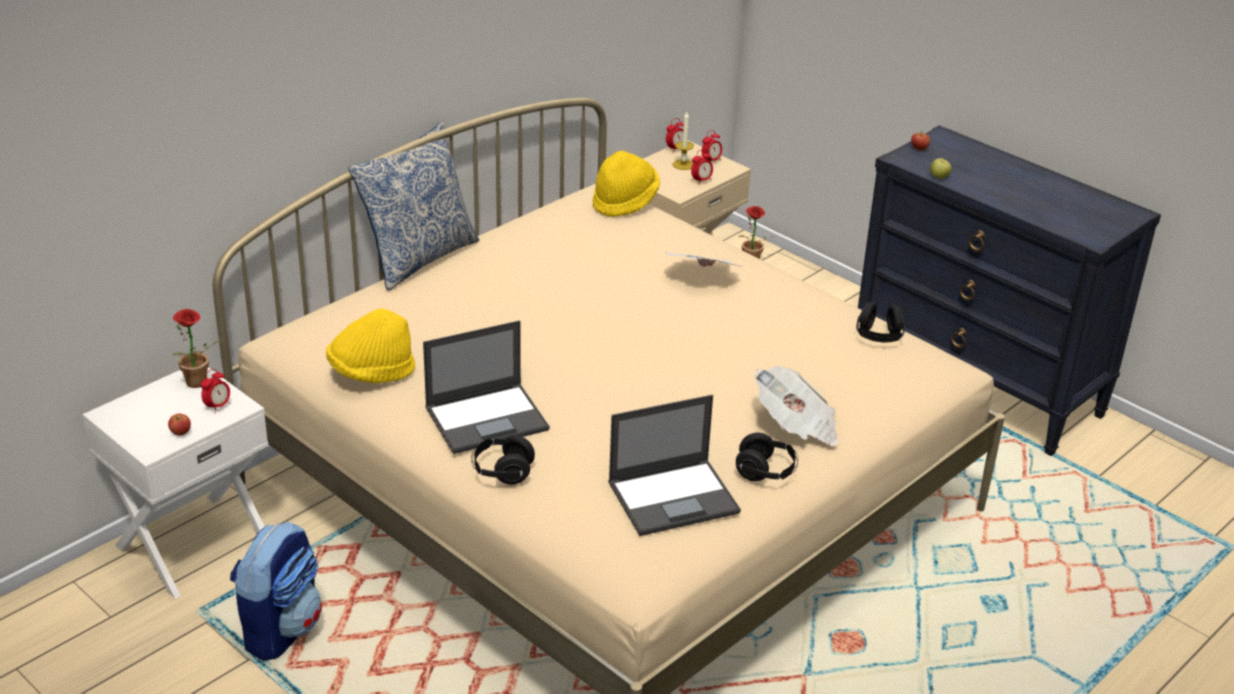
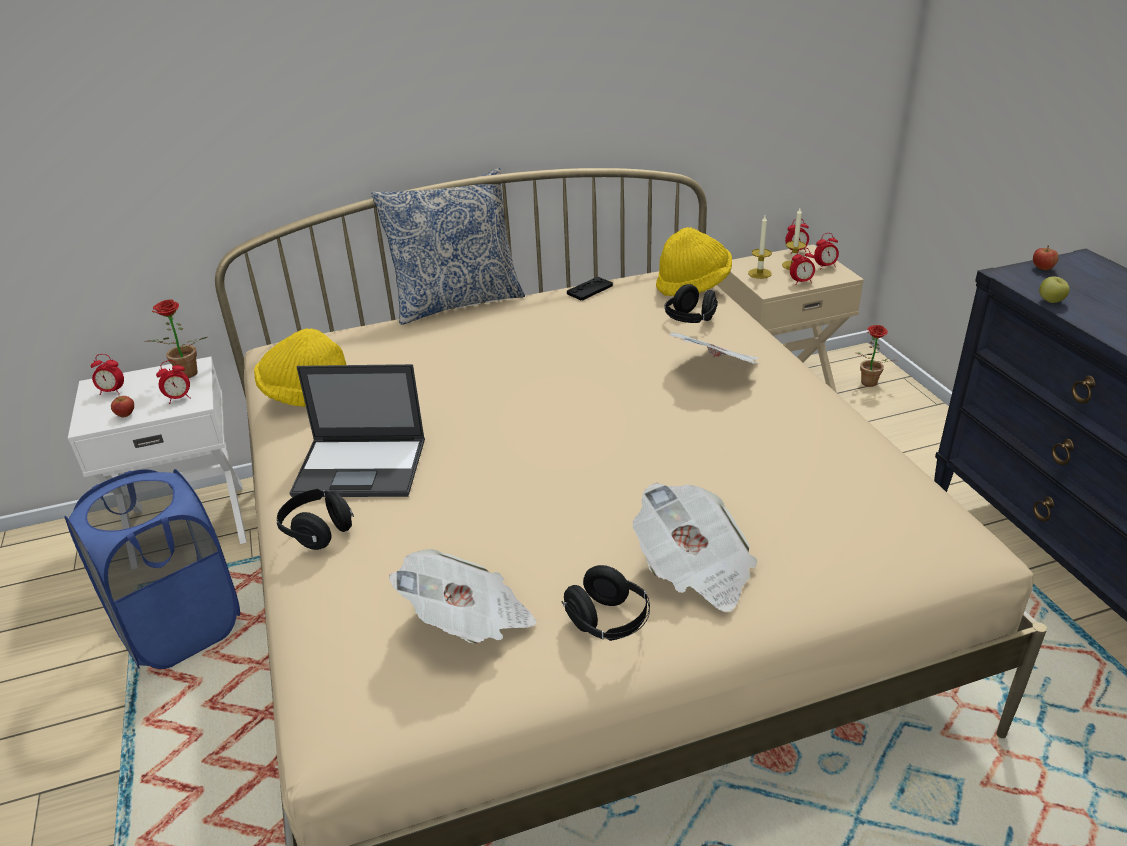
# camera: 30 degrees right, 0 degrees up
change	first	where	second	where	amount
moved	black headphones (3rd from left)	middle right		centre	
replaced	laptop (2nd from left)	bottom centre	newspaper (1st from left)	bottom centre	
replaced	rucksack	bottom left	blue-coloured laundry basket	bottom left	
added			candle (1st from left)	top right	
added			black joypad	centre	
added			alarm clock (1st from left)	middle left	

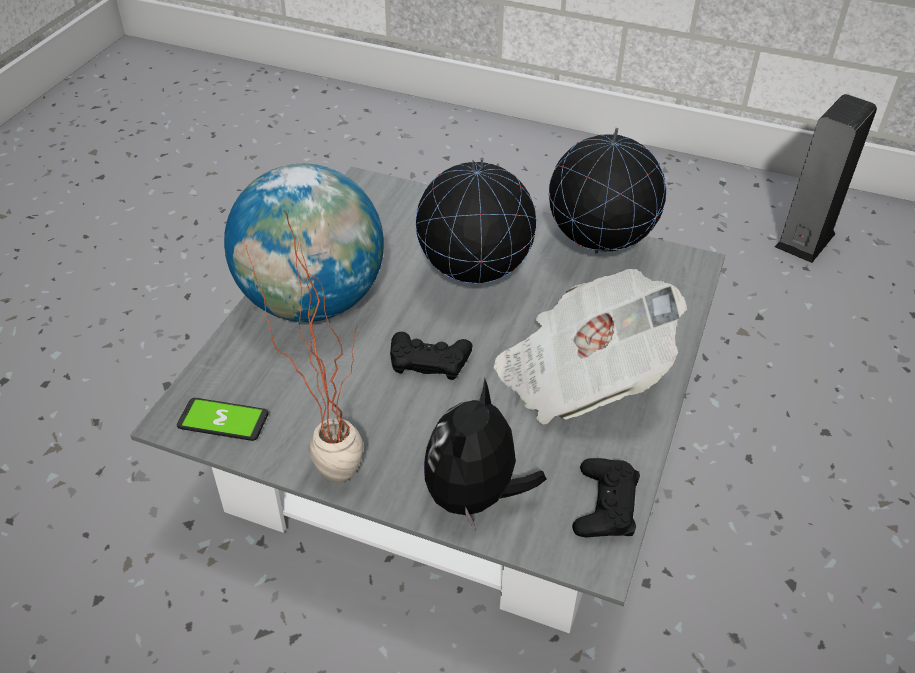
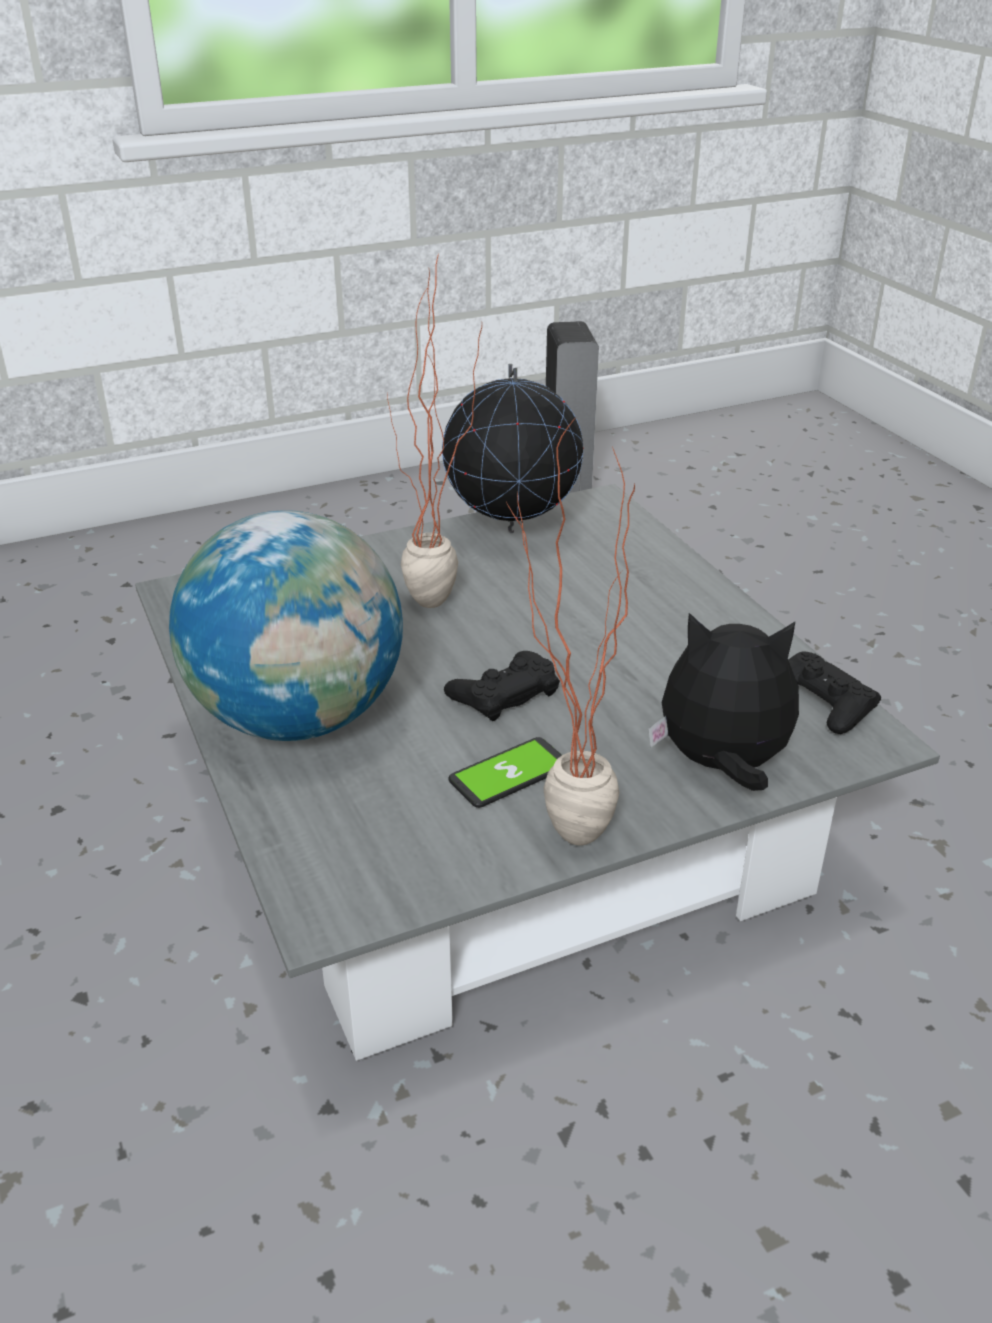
# camera: 45 degrees left, 10 degrees down
change	first	where	second	where	amount
replaced	desk globe (2nd from left)	top centre	houseplant (1st from left)	top centre	
removed	newspaper	centre			
turned	cuddly toy	bottom centre		middle right	120 degrees clockwise
moved	handset	middle left		centre	

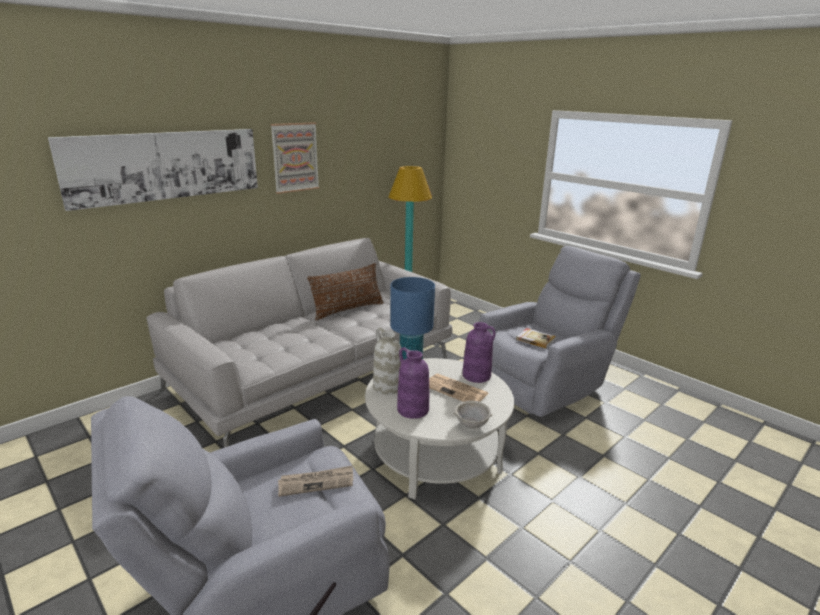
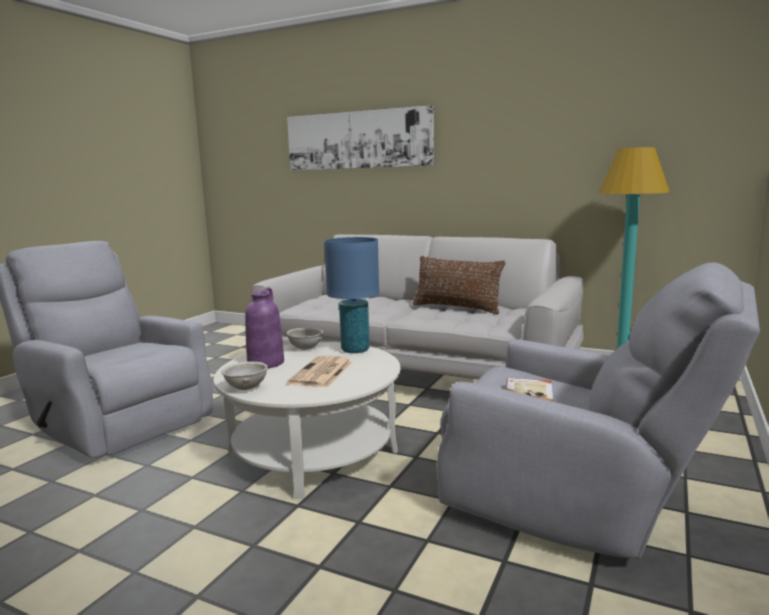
# camera: 70 degrees right, 10 degrees down
change	first	where	second	where	amount
removed	wall picture (2nd from left)	top centre			
removed	purplish vase (2nd from left)	centre			
replaced	white-coloured vase	centre	grey bowl (2nd from left)	centre	
removed	newspaper (1st from left)	bottom centre			

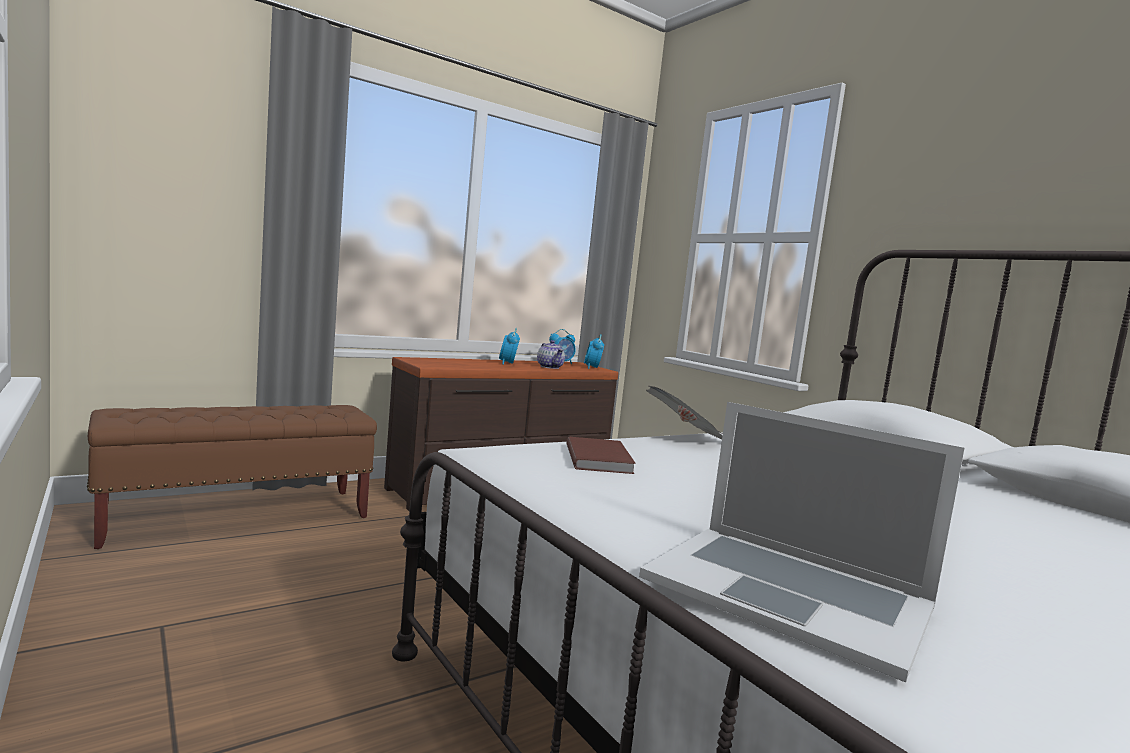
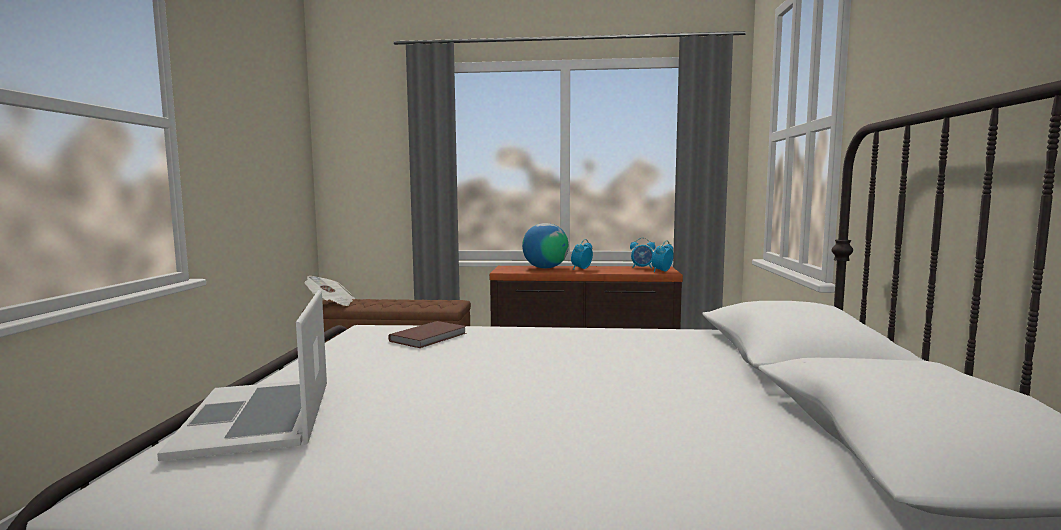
# camera: 40 degrees right, 0 degrees up
change	first	where	second	where	amount
removed	tea pot	centre			
moved	newspaper	centre		middle left	
added			desk globe	centre	

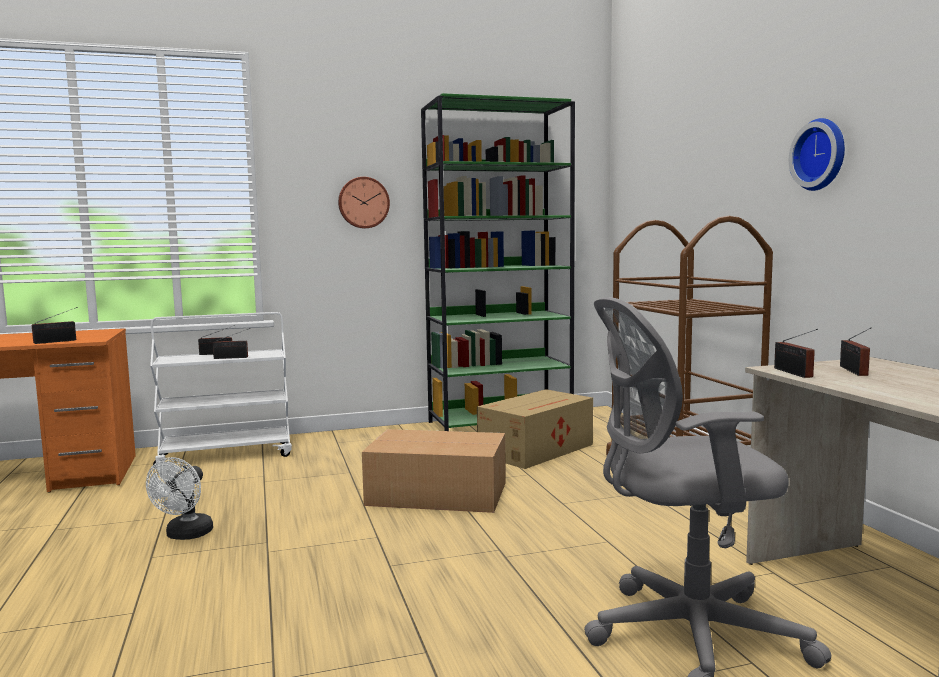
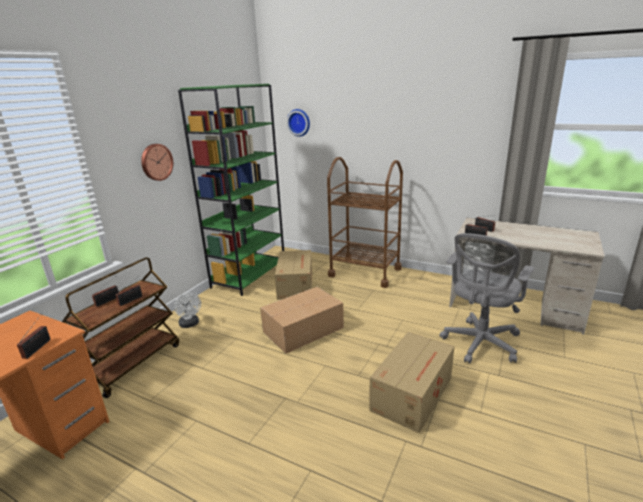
# camera: 45 degrees left, 15 degrees up
change	first	where	second	where	amount
moved	clock on the wall (2nd from left)	top right		top centre	
recoloured	white-coloured wheeled cart	middle left	brownish wheeled cart (1st from left)	middle left	
moved	white-coloured cooling fan	bottom left		middle left	
added			packing box (3rd from left)	bottom centre	

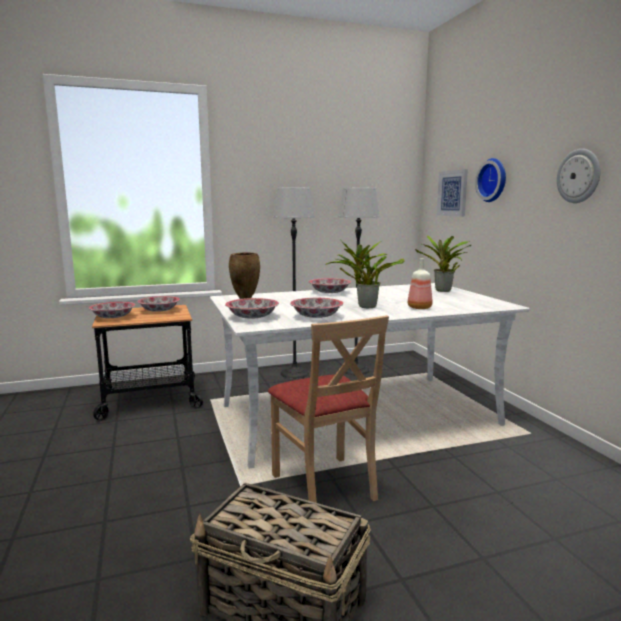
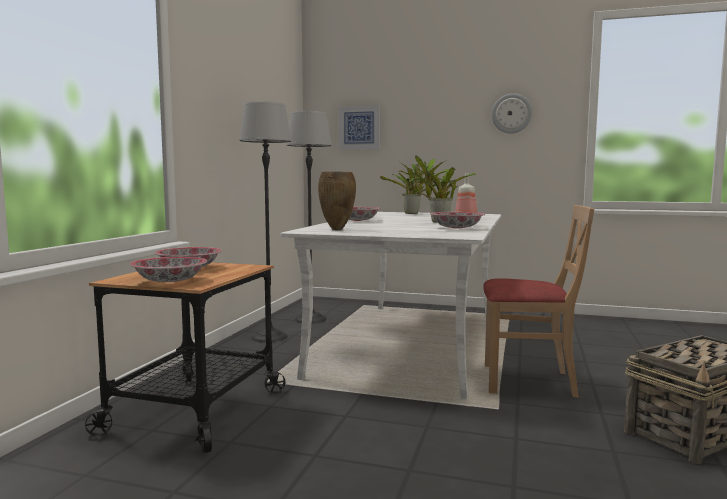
# camera: 55 degrees left, 5 degrees down
change	first	where	second	where	amount
removed	clock on the wall (1st from left)	top right			
removed	bowl (3rd from left)	centre			

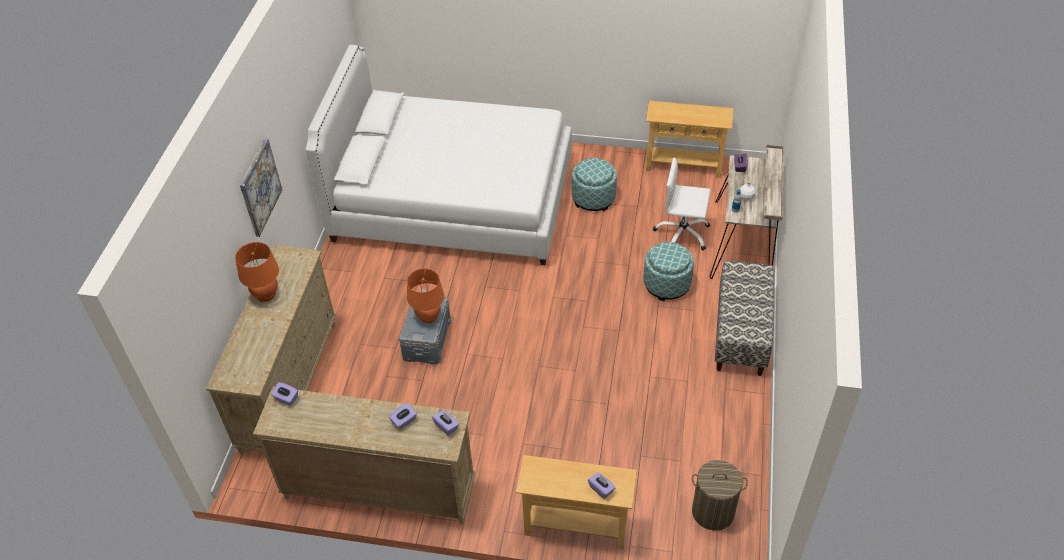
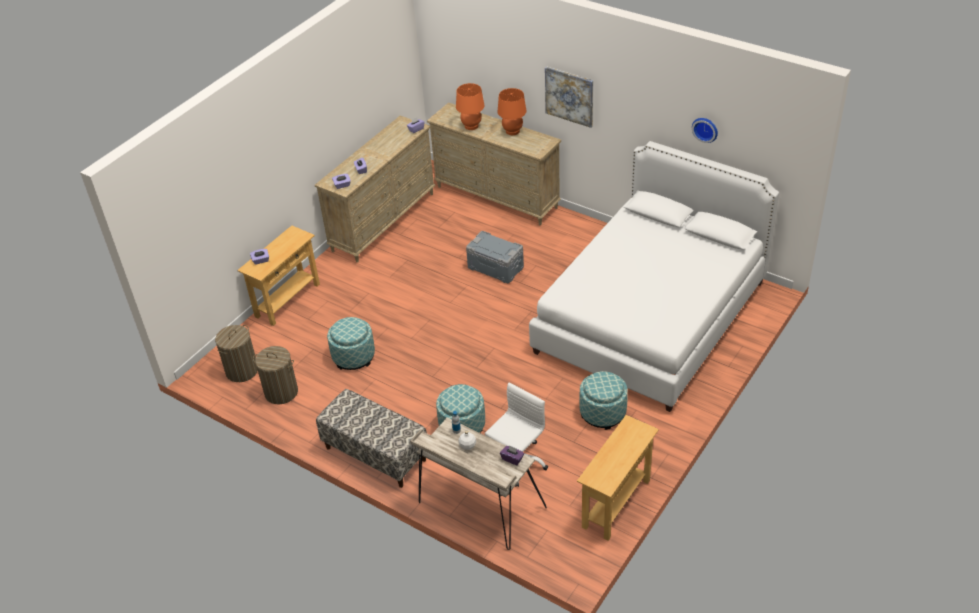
# camera: 115 degrees right, 5 degrees down
change	first	where	second	where	amount
moved	orangey tabletop lamp (2nd from left in the first image)	centre	orangey tabletop lamp (1st from left)	top centre	
added			clock on the wall	top right	
added			pouffe (1st from left)	centre	
added			laundry basket (2nd from left)	middle left	

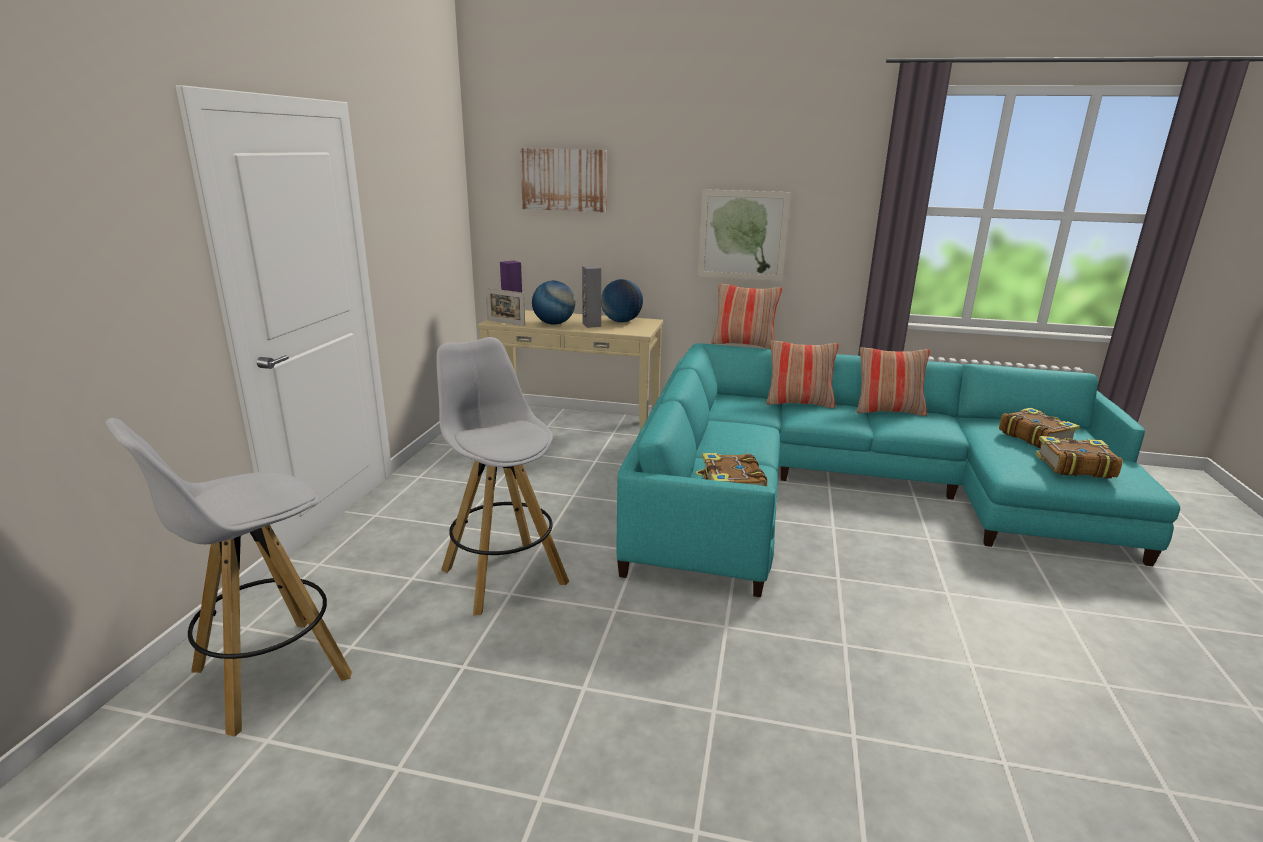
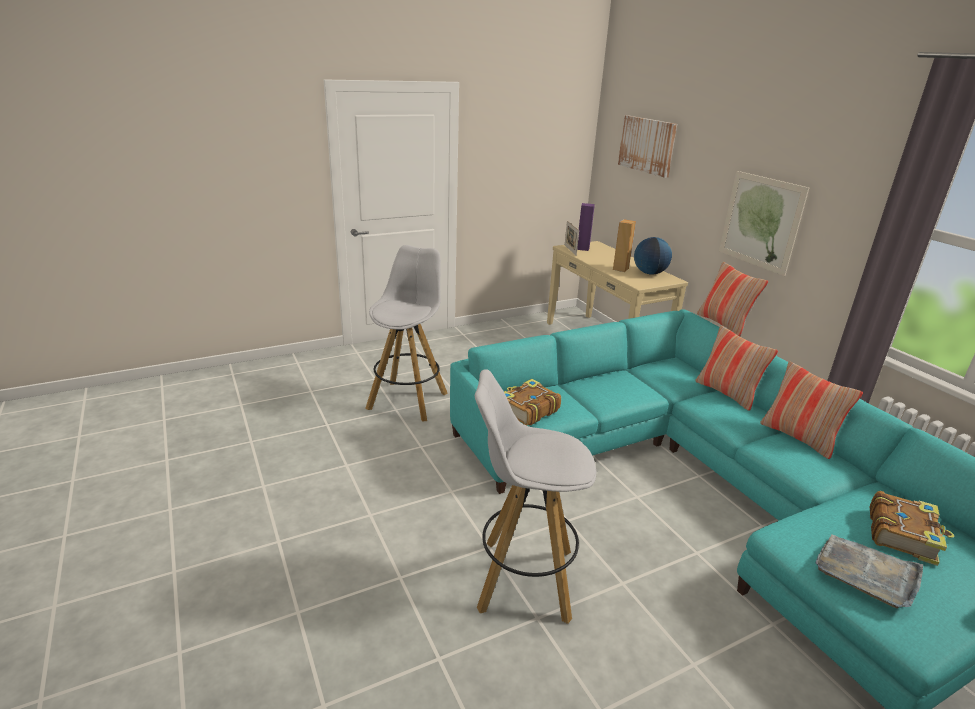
# camera: 50 degrees right, 5 degrees up
change	first	where	second	where	amount
recoloured	grey speaker	centre	brownish speaker	centre	
removed	desk globe (1st from left)	centre			
moved	white-coloured stool seat (1st from left in the first image)	bottom left	white-coloured stool seat (2nd from left)	bottom centre	
replaced	bound book (3rd from left)	middle right	grey serving tray	bottom right	

